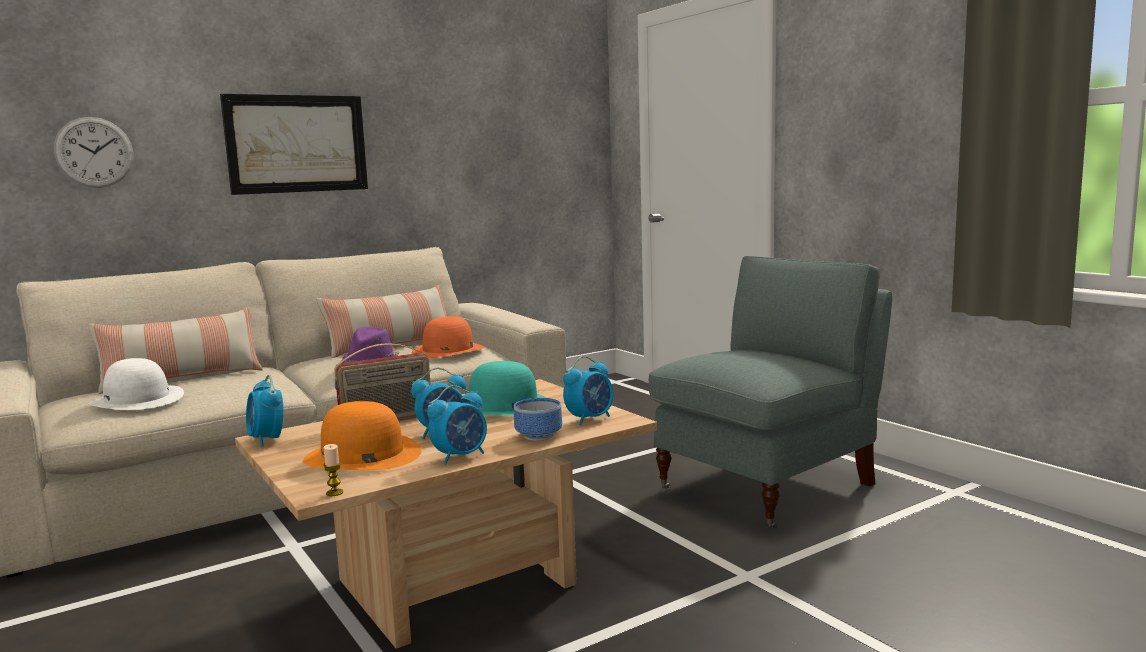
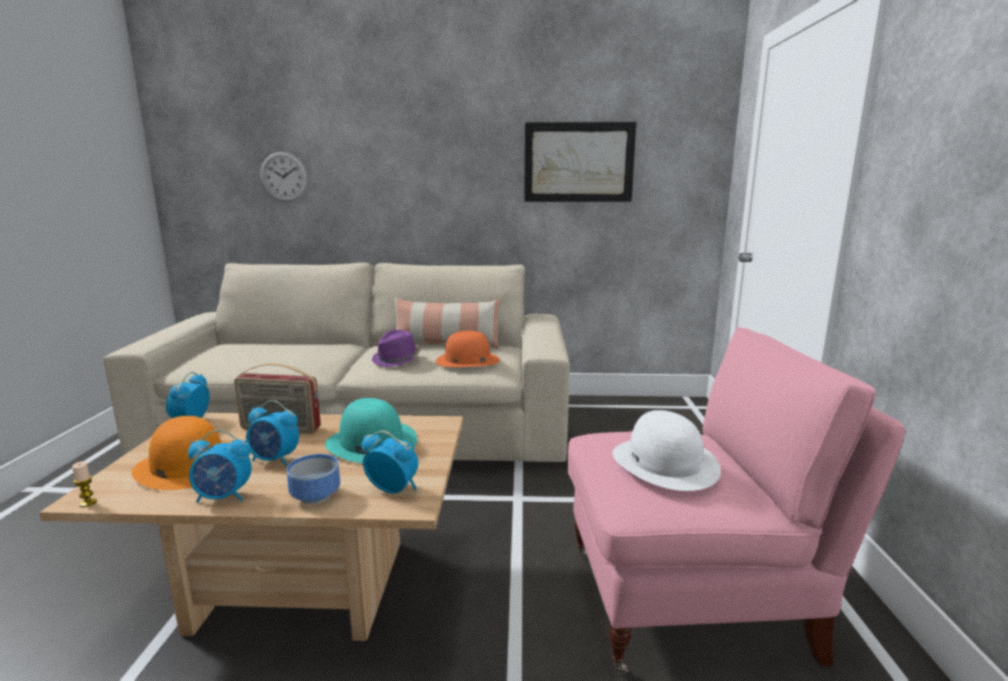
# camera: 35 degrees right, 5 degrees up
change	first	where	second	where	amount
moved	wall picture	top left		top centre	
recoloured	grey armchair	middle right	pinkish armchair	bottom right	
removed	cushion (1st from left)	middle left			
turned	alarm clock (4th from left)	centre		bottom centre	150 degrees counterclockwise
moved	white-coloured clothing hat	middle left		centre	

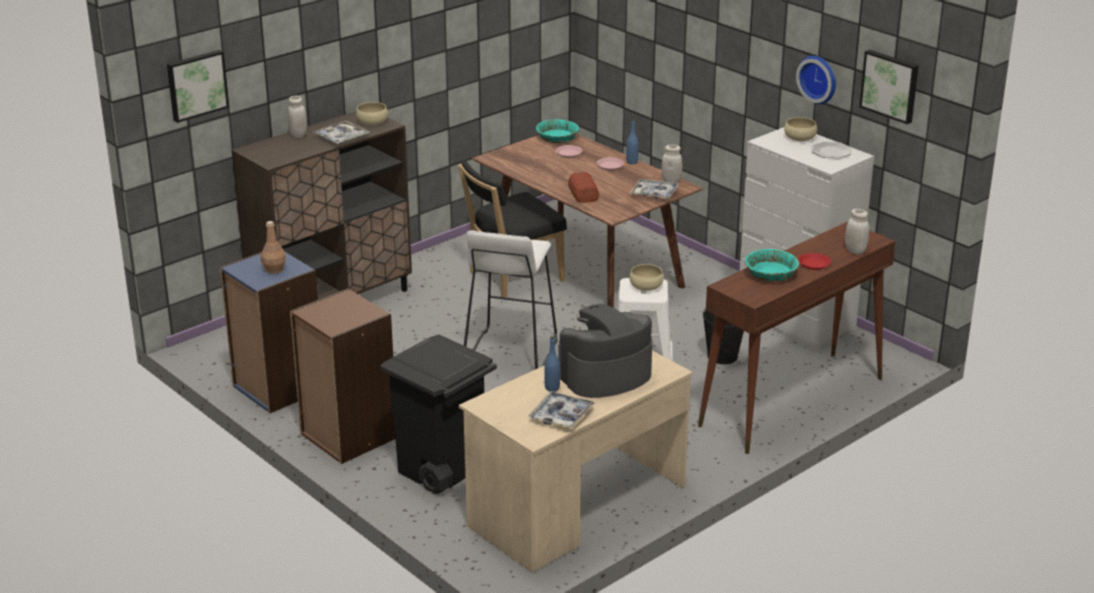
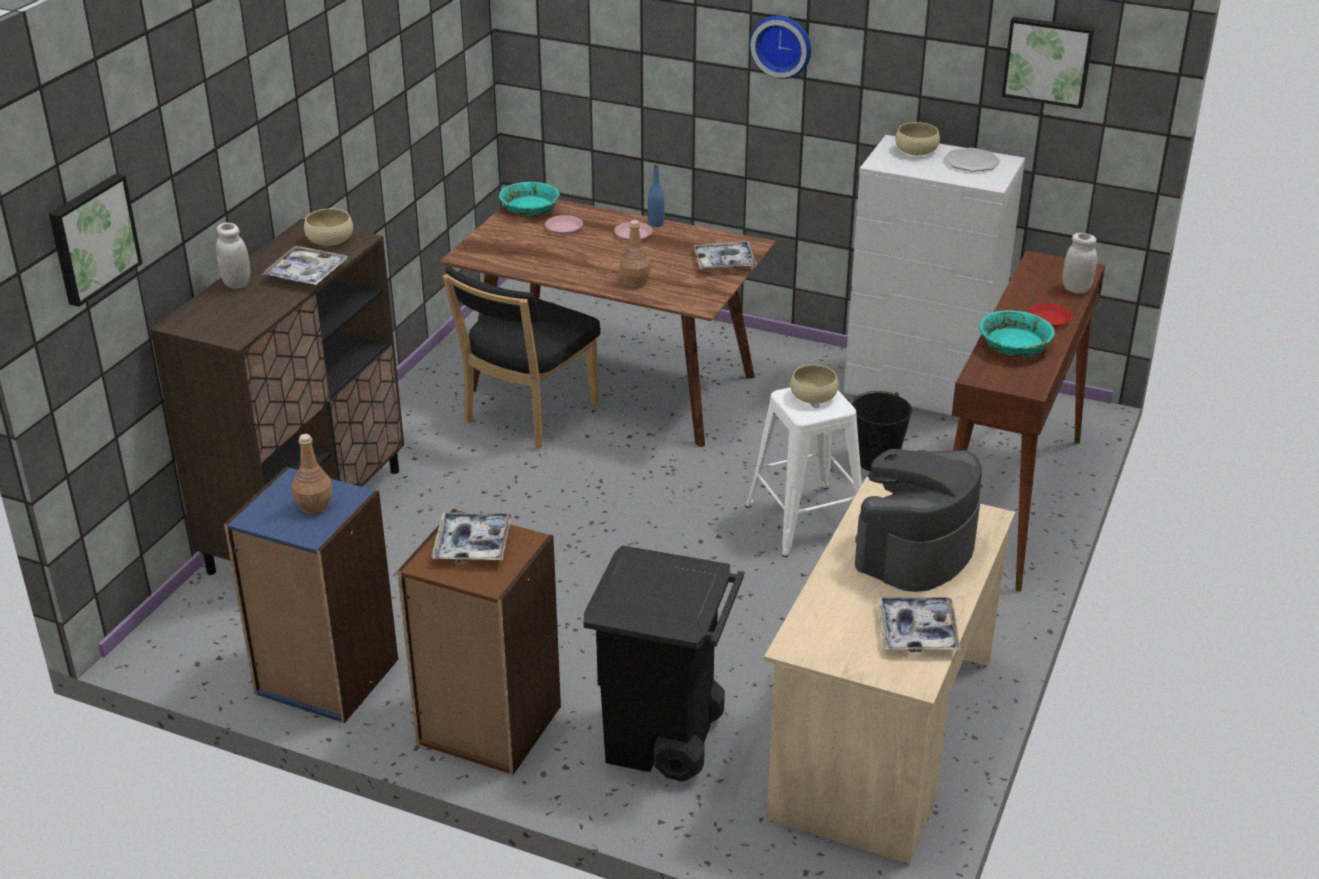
# camera: 25 degrees left, 5 degrees up
change	first	where	second	where	amount
moved	clock on the wall	top right		top centre	
removed	white-coloured preserve jar (2nd from left)	top centre			
replaced	bakery bread	top centre	brownish bottle (2nd from left)	top centre	
removed	white-coloured stool seat (1st from left)	centre			
removed	blue-coloured bottle (1st from left)	centre			
added			serving tray (2nd from left)	centre	

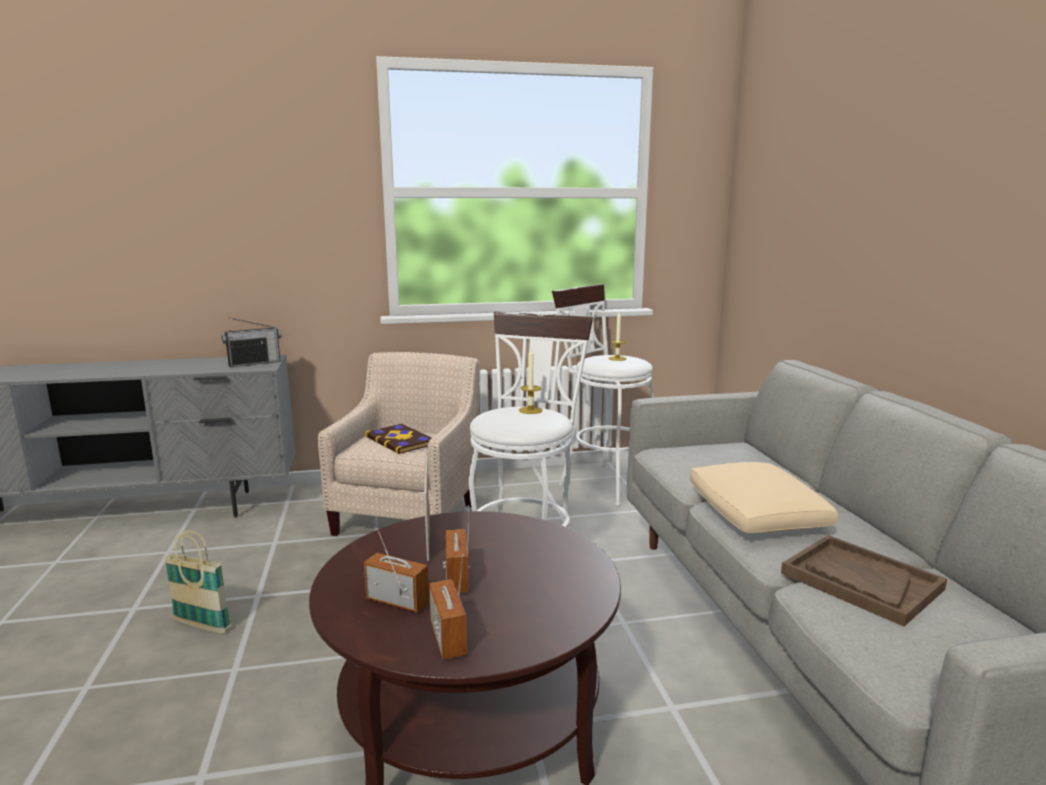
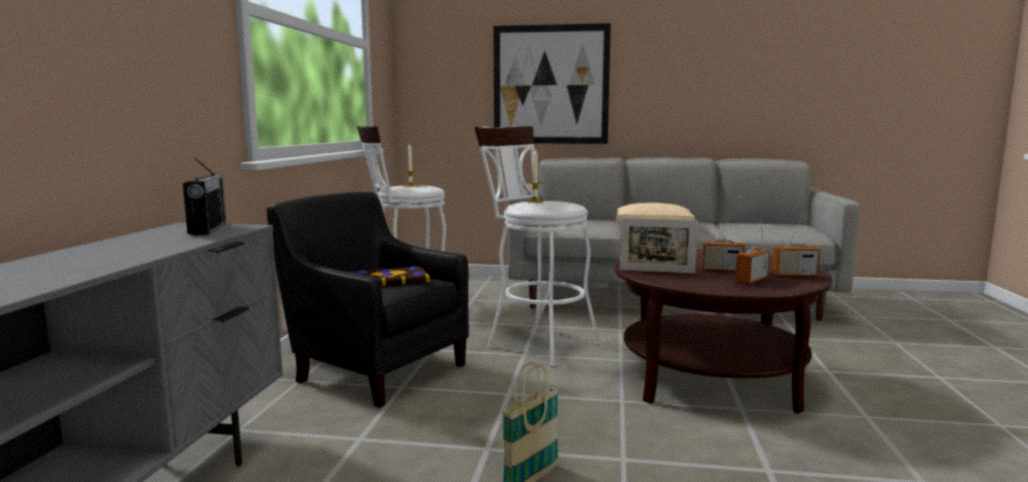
# camera: 70 degrees left, 5 degrees down
change	first	where	second	where	amount
recoloured	beige-coloured armchair	centre	black armchair	centre	
removed	brownish serving tray	bottom right			
added			wall picture	top centre	

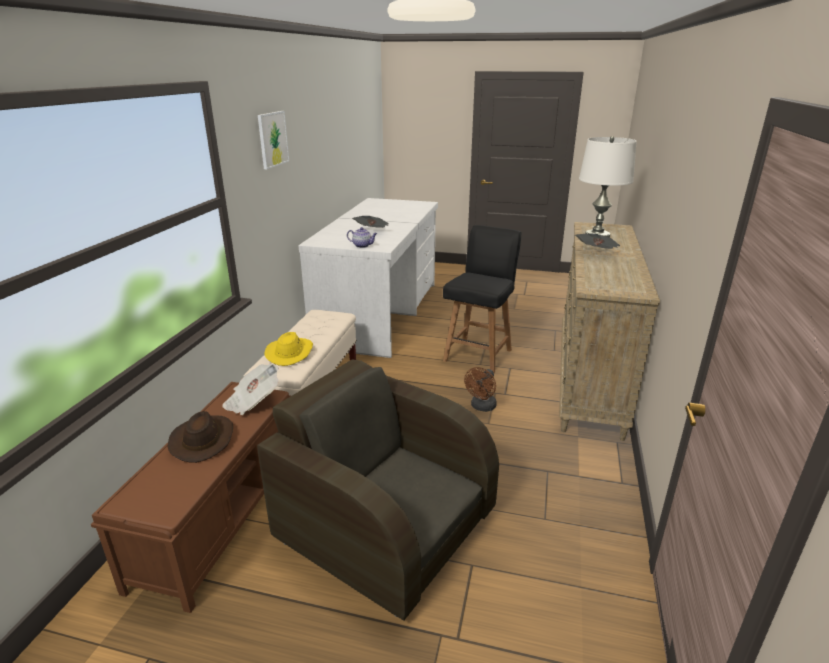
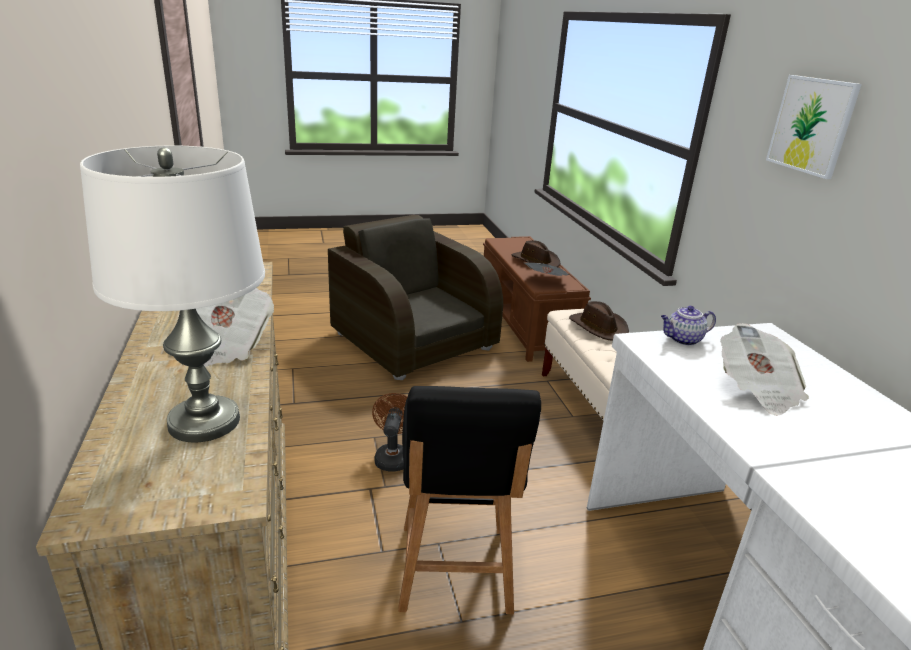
# camera: 150 degrees right, 0 degrees up
change	first	where	second	where	amount
recoloured	yellow clothing hat	centre	brownish clothing hat (2nd from left)	centre	
turned	brownish armchair	bottom centre		centre	135 degrees counterclockwise

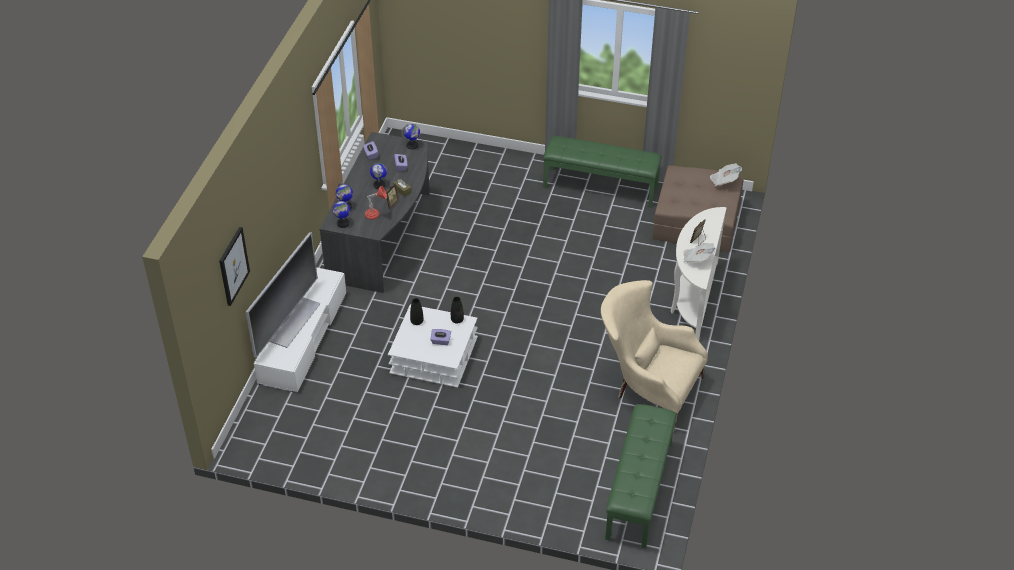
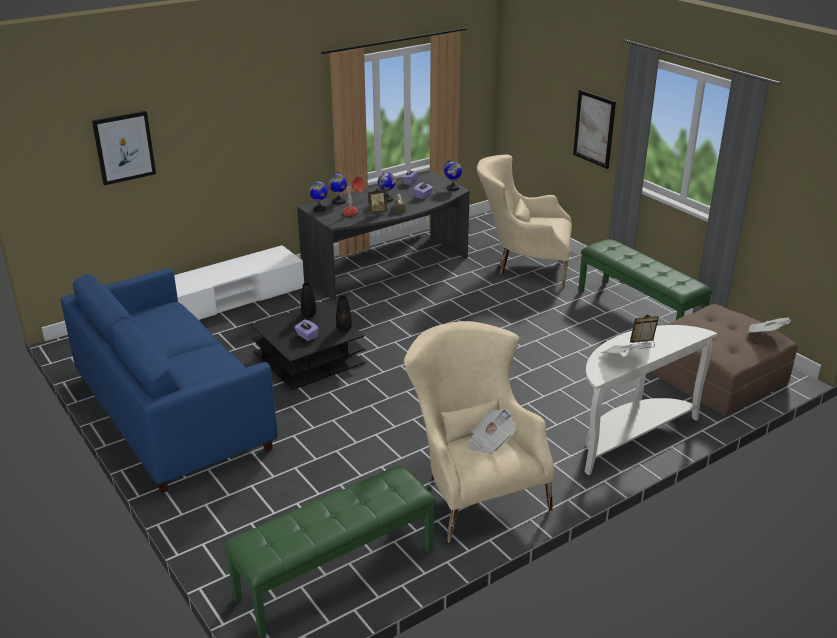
# camera: 40 degrees right, 15 degrees down
change	first	where	second	where	amount
removed	TV set	middle left			
recoloured	white-coloured low table	centre	black low table	centre	
added			wall picture (2nd from left)	top right	
added			beige-coloured armchair (2nd from left)	centre	
added			blue-coloured couch	middle left	
added			newspaper (1st from left)	bottom centre	

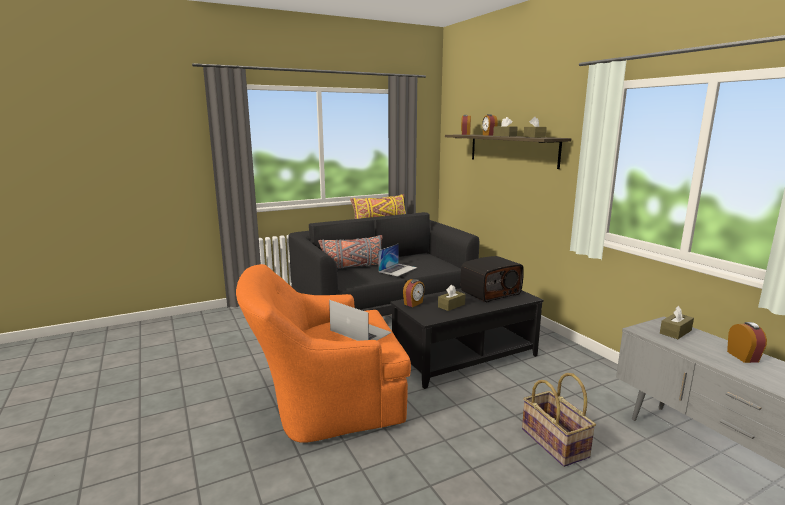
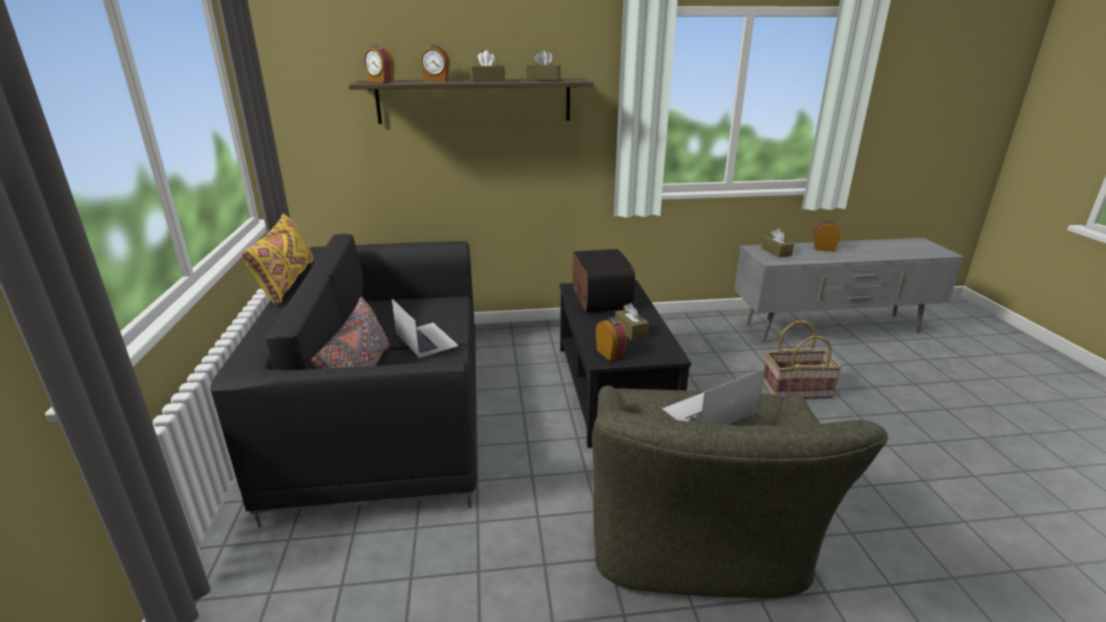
# camera: 70 degrees left, 10 degrees up
change	first	where	second	where	amount
recoloured	orangey armchair	bottom centre	green armchair	bottom right	

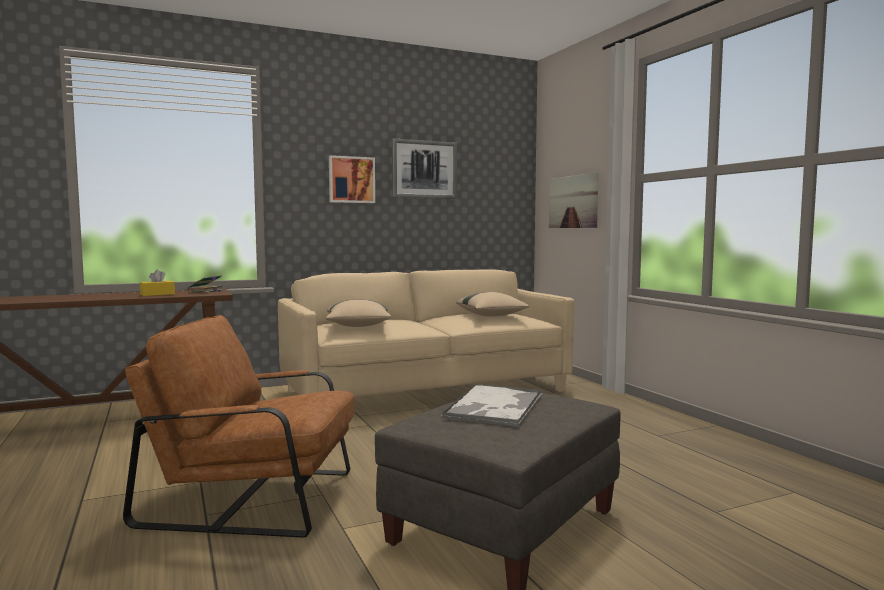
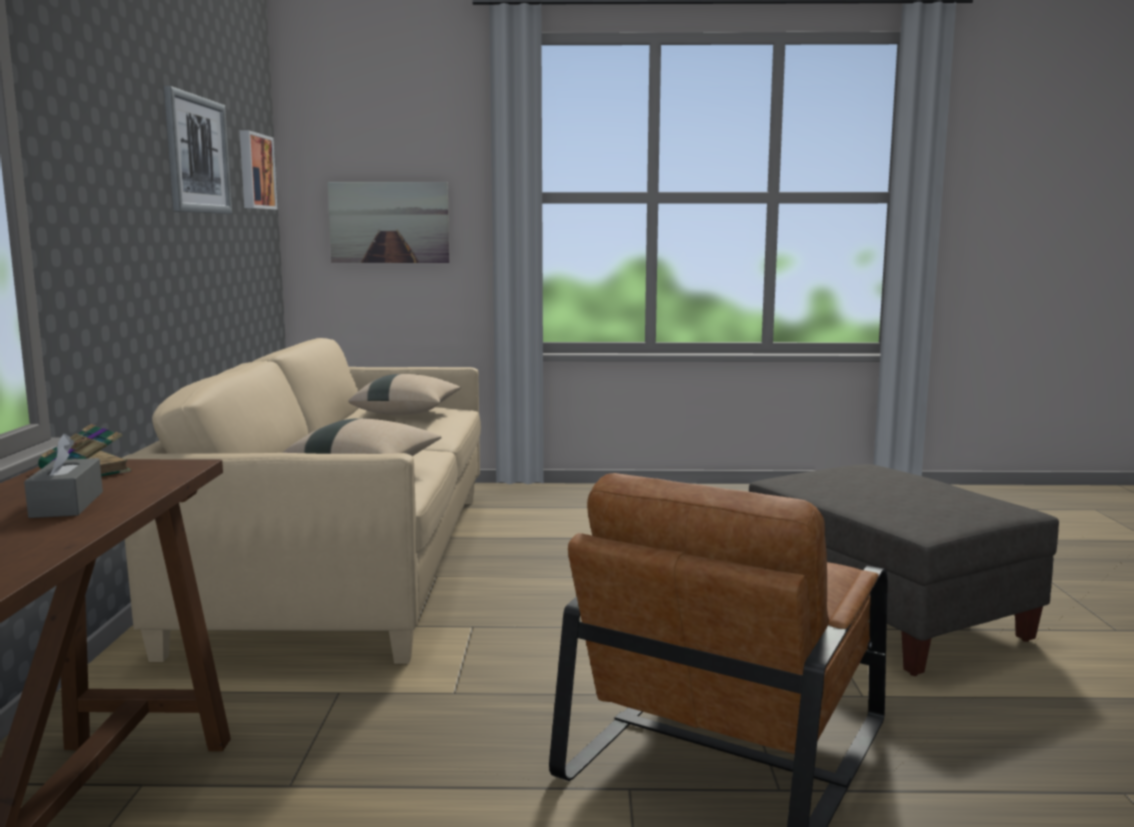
# camera: 65 degrees left, 5 degrees up
change	first	where	second	where	amount
moved	wall picture (1st from left in the first image)	top centre	wall picture (2nd from left)	top left	
recoloured	yellow tissue box	middle left	grey tissue box	middle left	
removed	serving tray	bottom centre			

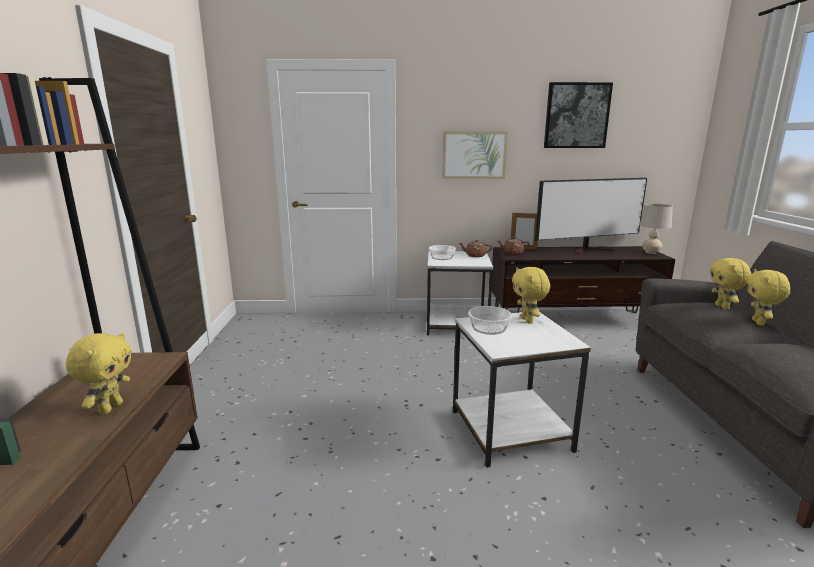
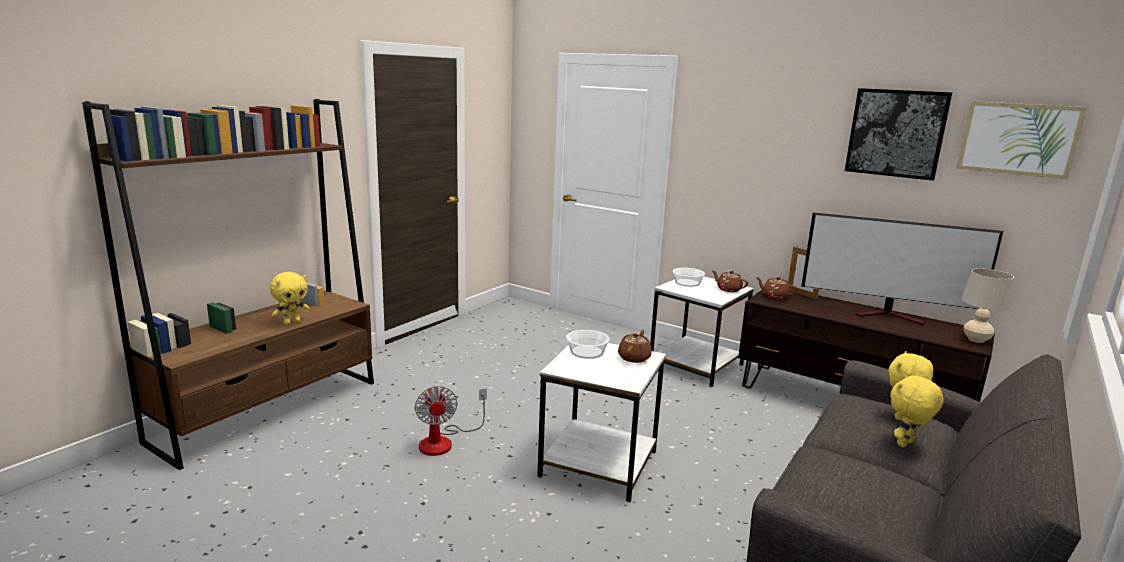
# camera: 35 degrees right, 0 degrees up
change	first	where	second	where	amount
moved	wall picture (1st from left in the first image)	top centre	wall picture (2nd from left)	top right	
replaced	yellow cuddly toy (2nd from left)	centre	brownish tea pot (1st from left)	centre	
added			cooling fan	bottom centre	

